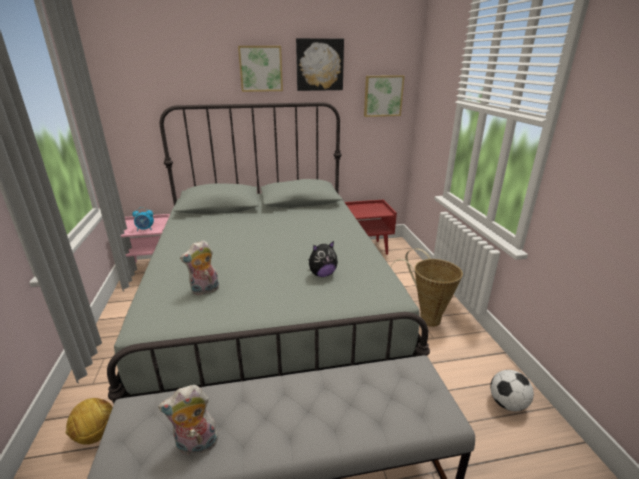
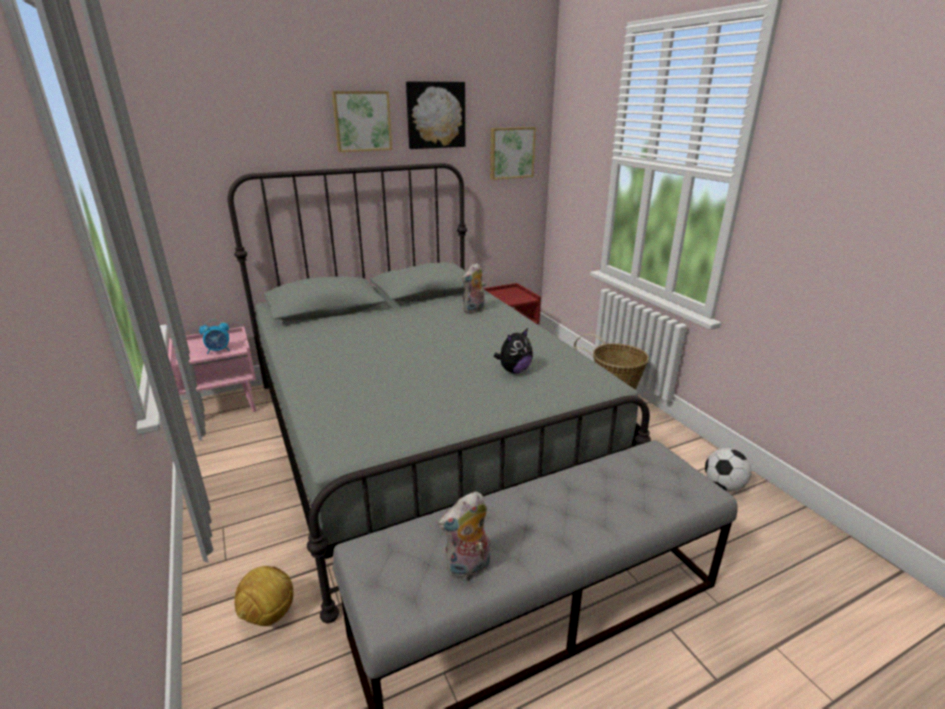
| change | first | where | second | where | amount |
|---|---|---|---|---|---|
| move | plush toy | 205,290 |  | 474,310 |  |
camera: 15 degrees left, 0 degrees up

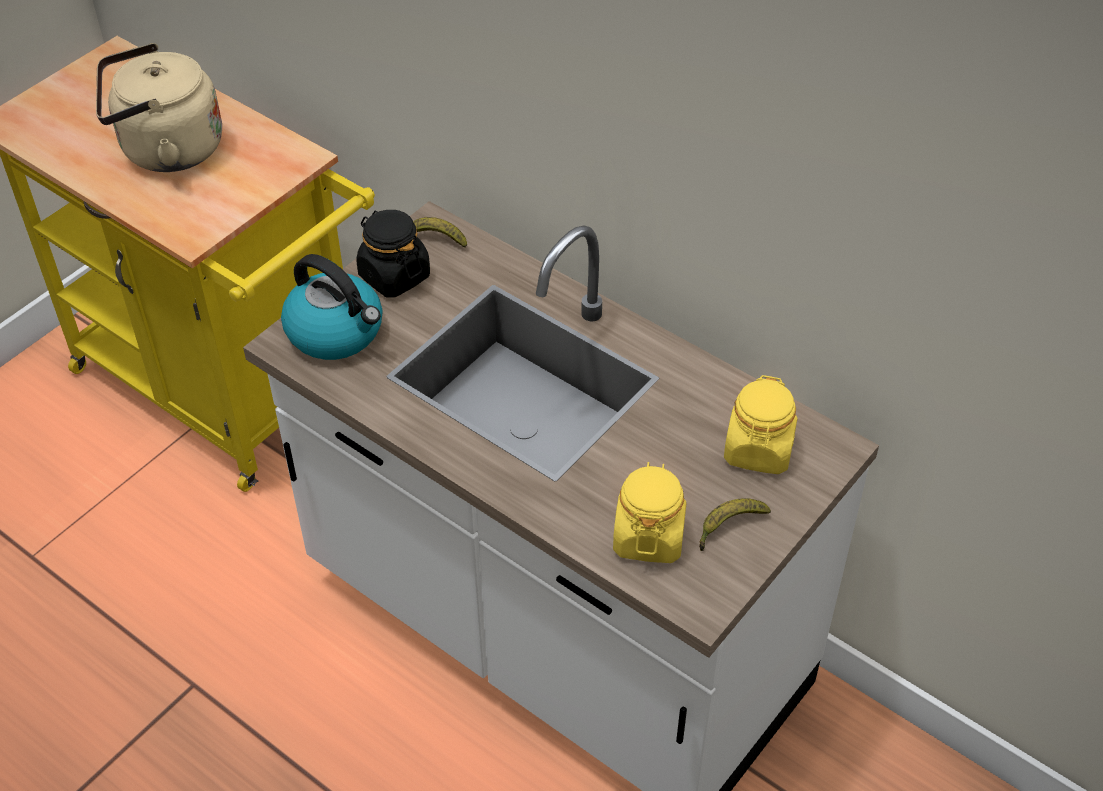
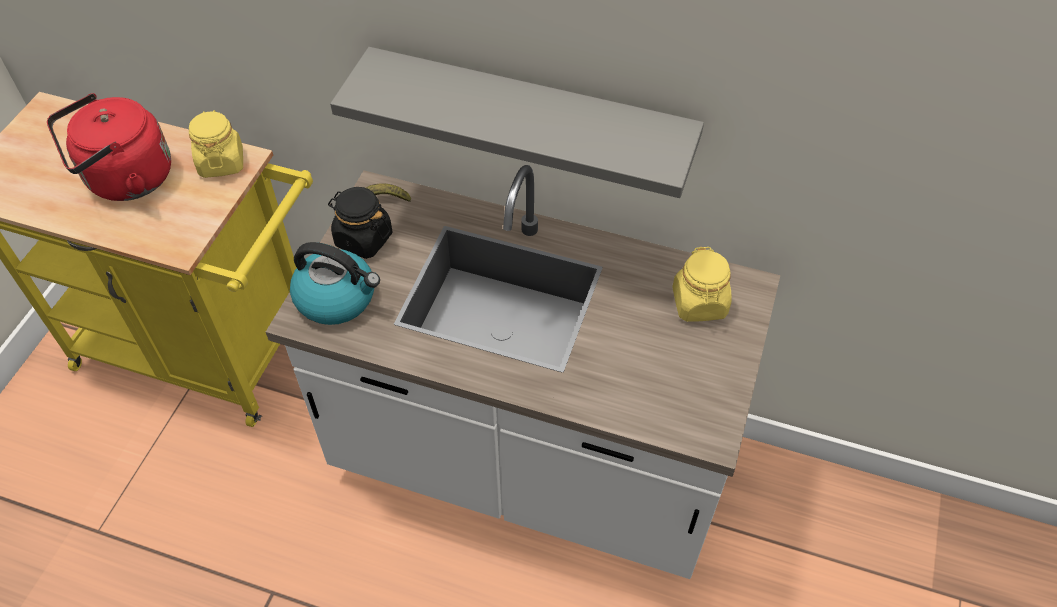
| change | first | where | second | where | amount |
|---|---|---|---|---|---|
| delete | whole banana | 729,526 |  |  |  |
| insert |  |  | gray wall shelf | 530,119 |  |
| move | yellowish preserve jar | 648,536 |  | 221,162 |  |
| recolor | sand-coloured water kettle | 166,150 | reddish water kettle | 125,180 |  |
camera: 20 degrees left, 5 degrees up

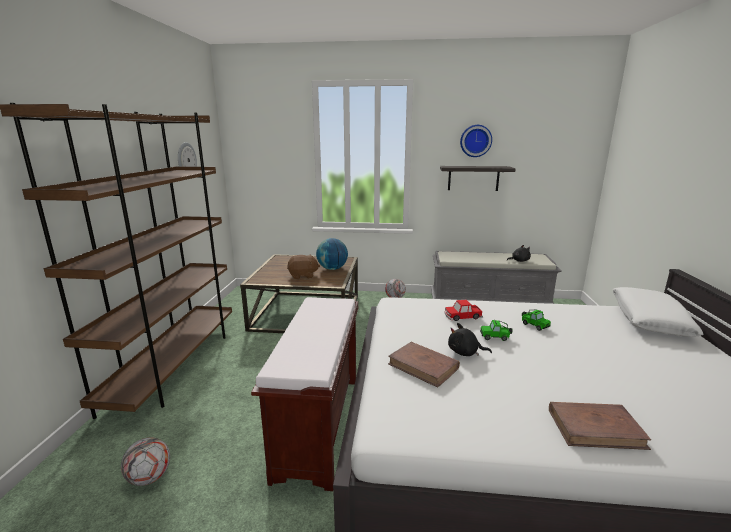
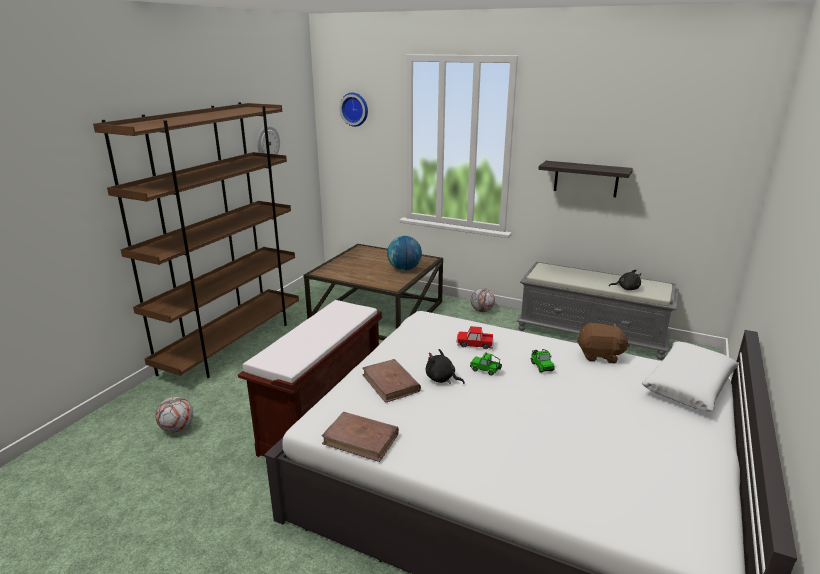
| change | first | where | second | where | amount |
|---|---|---|---|---|---|
| move | brown-coloured plush toy | 303,276 |  | 600,355 |  |
| move | hanging clock | 475,141 |  | 355,109 |  |
| move | brown-coloured volume | 595,428 |  | 361,439 |  |
camera: 20 degrees right, 5 degrees up

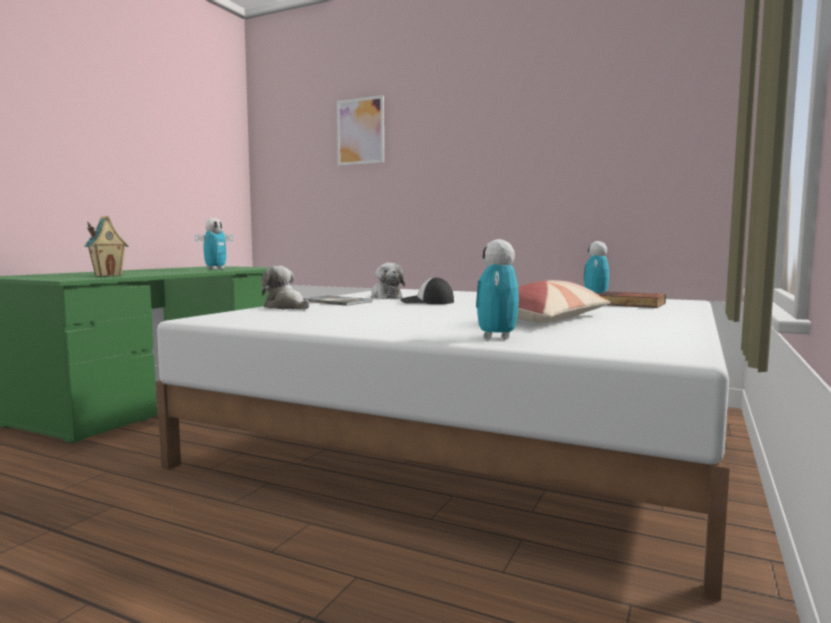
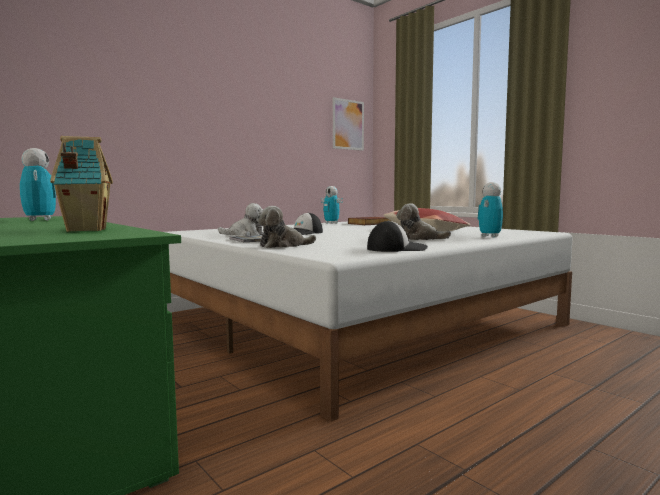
| change | first | where | second | where | amount |
|---|---|---|---|---|---|
| insert |  |  | baseball cap | 396,249 |  |
| insert |  |  | plush toy | 419,238 |  |
| move | picture | 360,131 |  | 348,124 |  |
| rotate | model robot | 496,337 |  | 489,236 | 90 degrees clockwise |
camera: 65 degrees left, 0 degrees up

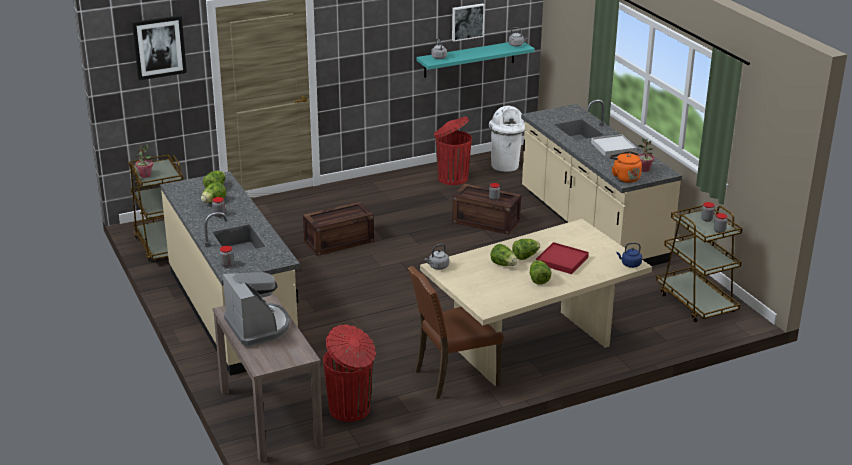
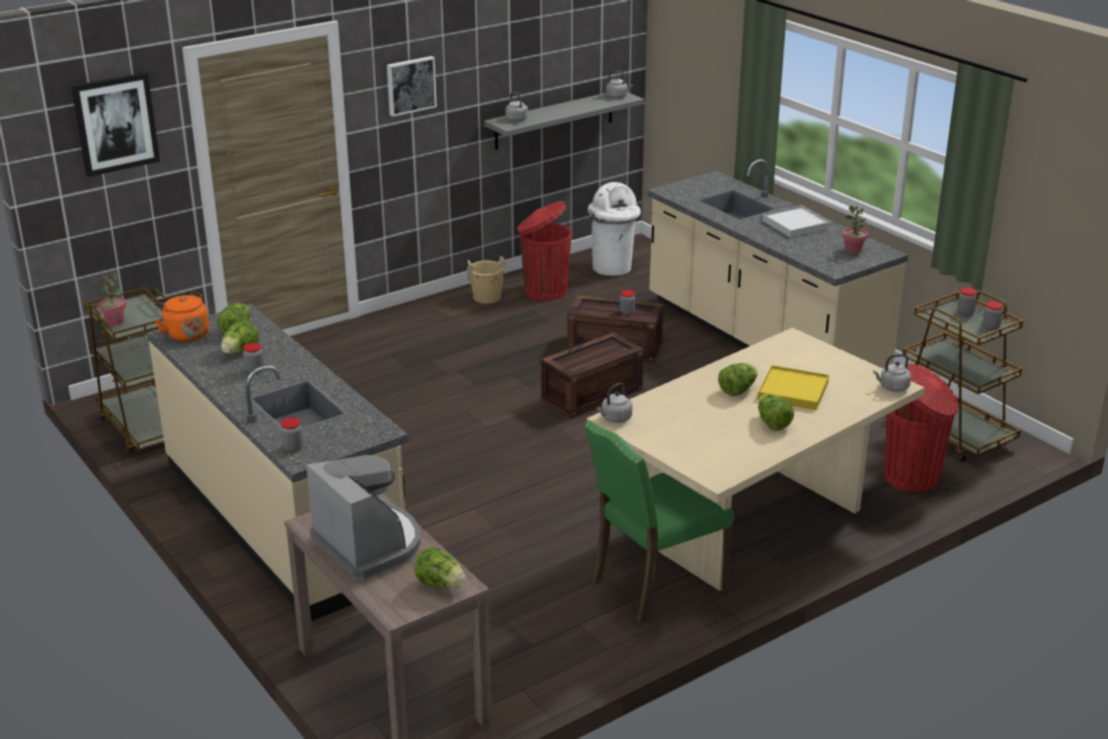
| change | first | where | second | where | amount |
|---|---|---|---|---|---|
| insert |  |  | sand-coloured bucket | 487,297 |  |
| move | shipping crate | 339,241 |  | 592,393 |  |
| move | reddish waste bin | 351,410 |  | 913,477 |  |
| move | picture | 467,21 |  | 410,85 |  |
| move | lettuce head | 503,265 |  | 440,584 |  |
| move | orange-coloured water kettle | 624,178 |  | 185,334 |  |
| recolor | brown-coloured plain chair | 454,377 | greenish plain chair | 654,585 |  |
| recolor | blue-green wall shelf | 469,59 | gray wall shelf | 554,120 |  |
| recolor | reddish serving tray | 562,260 | yellowish serving tray | 793,391 |  |
| recolor | blue-coloured water kettle | 630,264 | gray water kettle | 892,387 |  |
camera: 10 degrees left, 0 degrees up

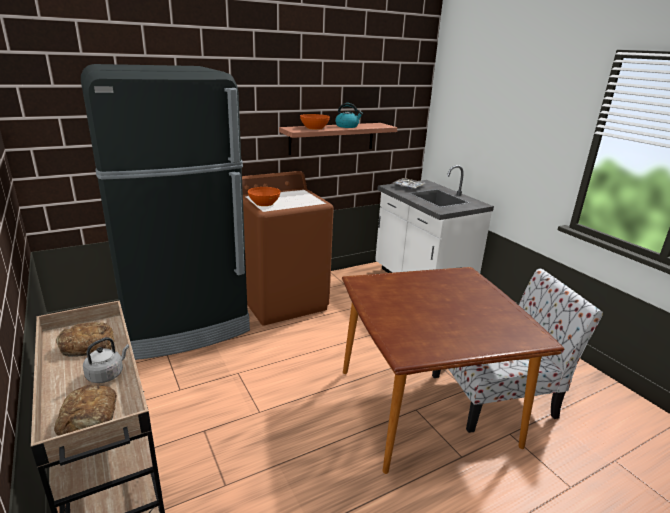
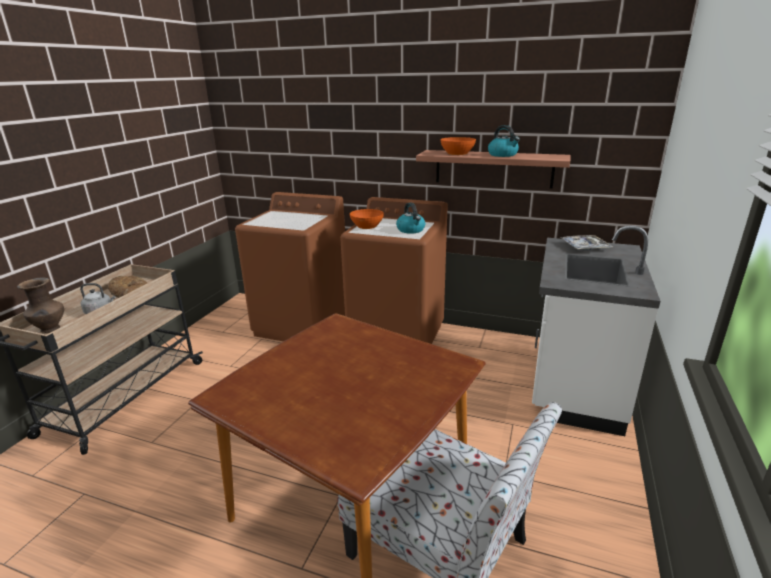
| change | first | where | second | where | amount |
|---|---|---|---|---|---|
| insert |  |  | water kettle | 411,230 |  |
| replace | baked bread | 89,418 | brown-coloured flower vase | 50,329 |  |
| replace | blackish kitchen fridge | 186,325 | brown-coloured laundry machine | 303,324 |  |
camera: 50 degrees right, 0 degrees up

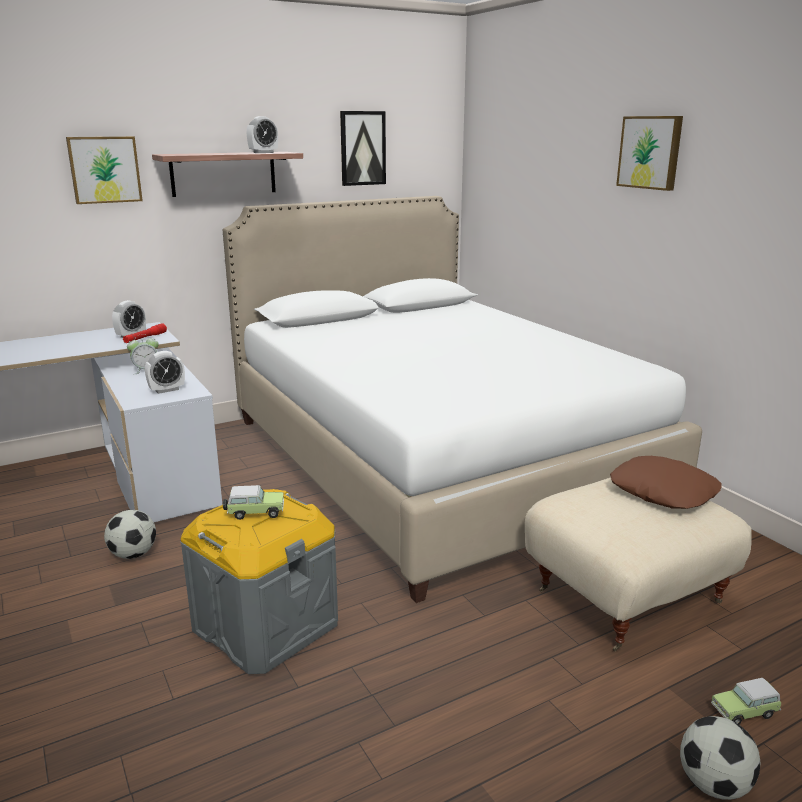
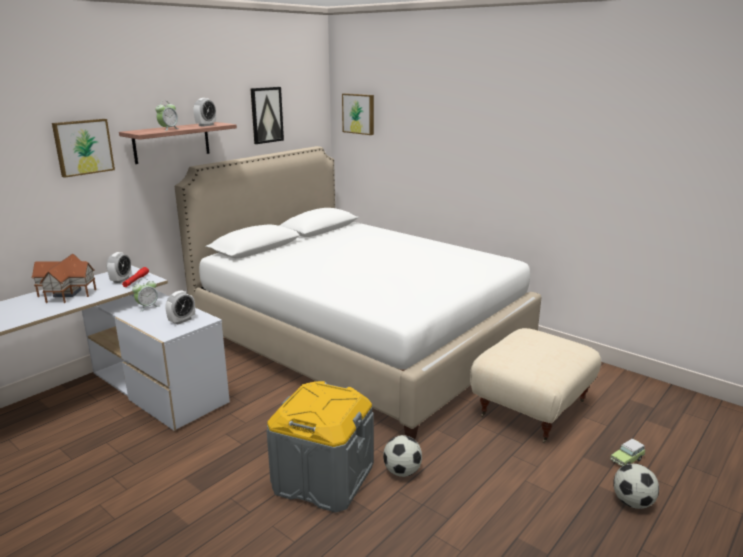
| change | first | where | second | where | amount |
|---|---|---|---|---|---|
| delete | toy car | 254,513 |  |  |  |
| delete | brown-coloured pillow | 663,492 |  |  |  |
| insert |  |  | miniature house | 67,293 |  |
| insert |  |  | table clock | 168,129 |  |
| move | ball for football | 133,554 |  | 402,471 |  |
| move | picture | 650,152 |  | 359,113 |  |
camera: 20 degrees left, 0 degrees up

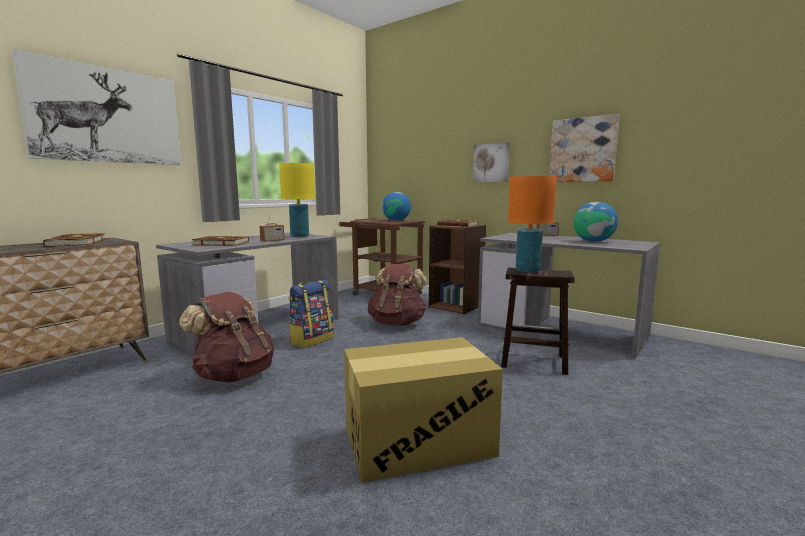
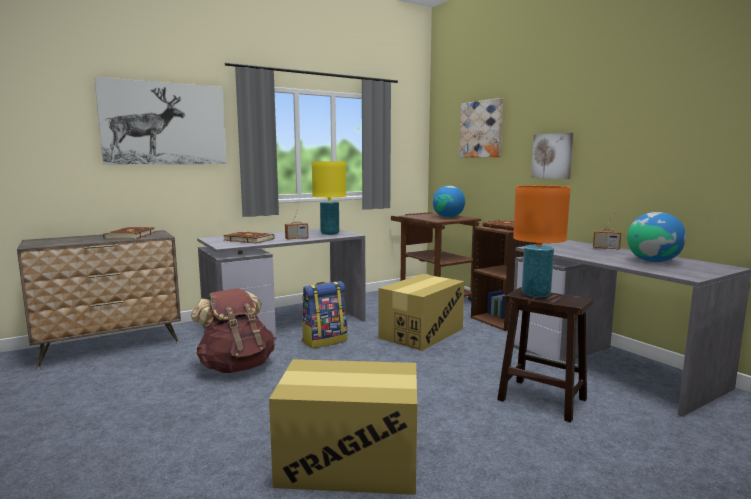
| change | first | where | second | where | amount |
|---|---|---|---|---|---|
| move | picture | 583,150 |  | 481,129 |  |
| replace | brown-coloured knapsack | 397,323 | packing box | 421,333 |  |
camera: 20 degrees right, 0 degrees up

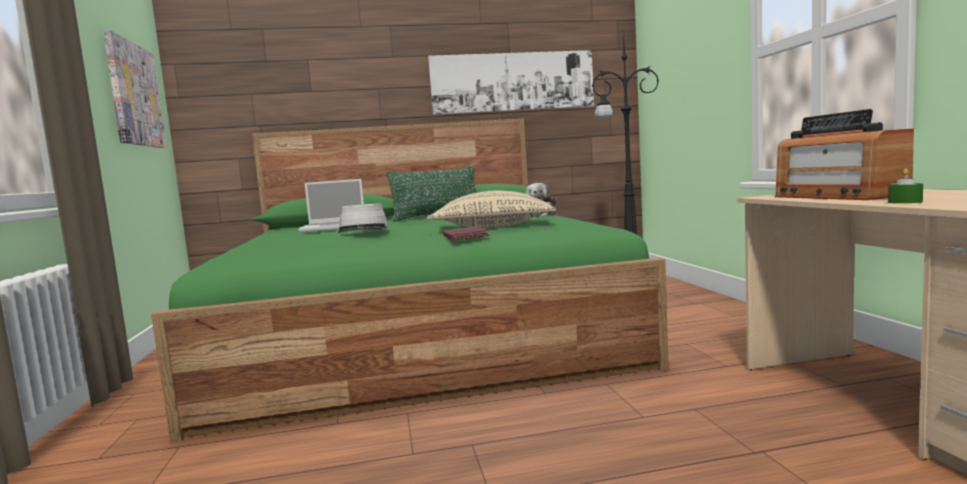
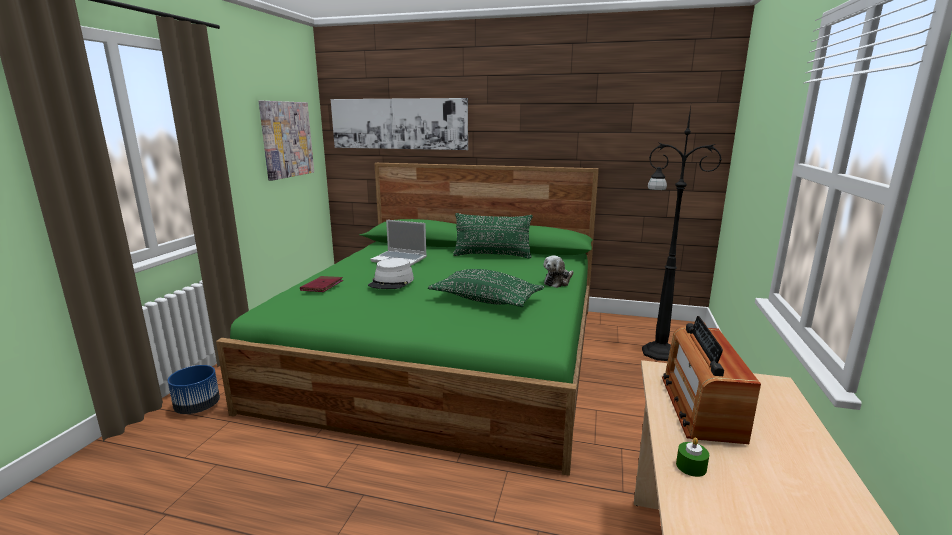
| change | first | where | second | where | amount |
|---|---|---|---|---|---|
| insert |  |  | blue-coloured flower pot | 198,408 |  |
| move | picture | 513,82 |  | 398,124 |  |
| move | reddish volume | 465,237 |  | 322,286 |  |
| recolor | sand-coloured pillow | 493,226 | greenish pillow | 486,300 |  |
camera: 25 degrees right, 10 degrees up

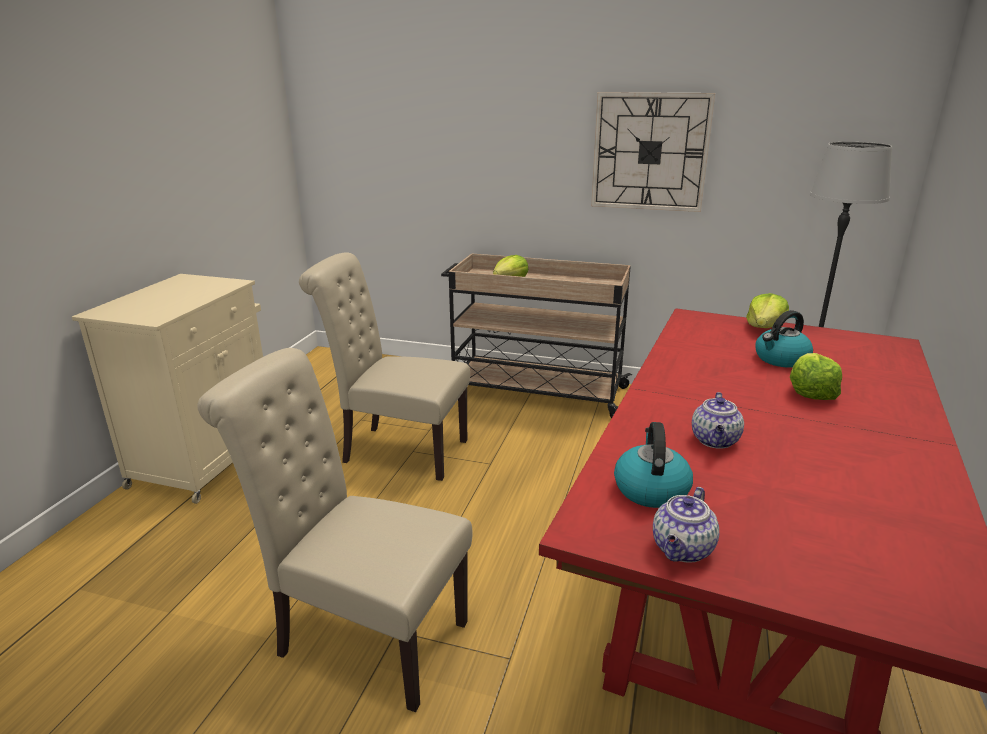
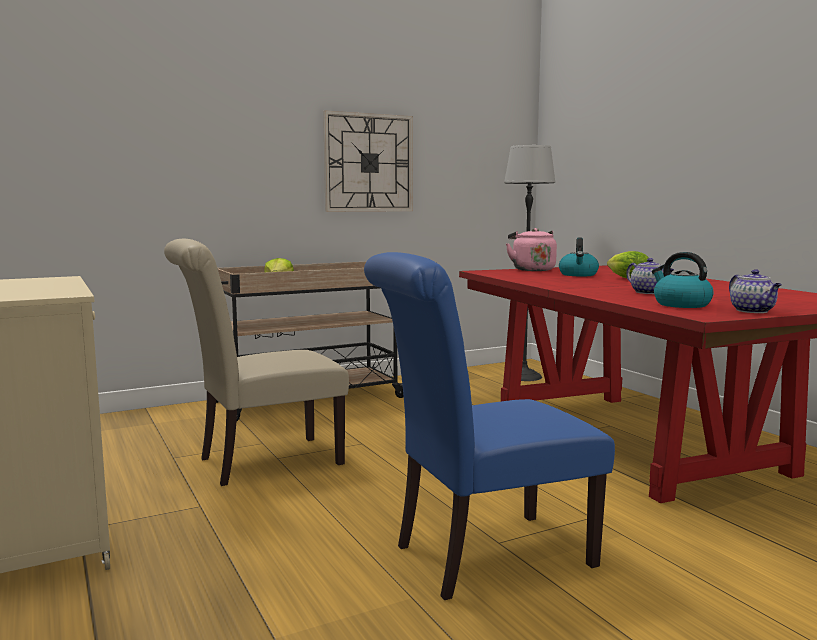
| change | first | where | second | where | amount |
|---|---|---|---|---|---|
| replace | lettuce head | 764,327 | pink-coloured water kettle | 532,269 |  |
| recolor | sand-coloured plain chair | 362,636 | blue-coloured plain chair | 482,557 |  |
camera: 45 degrees left, 15 degrees down

